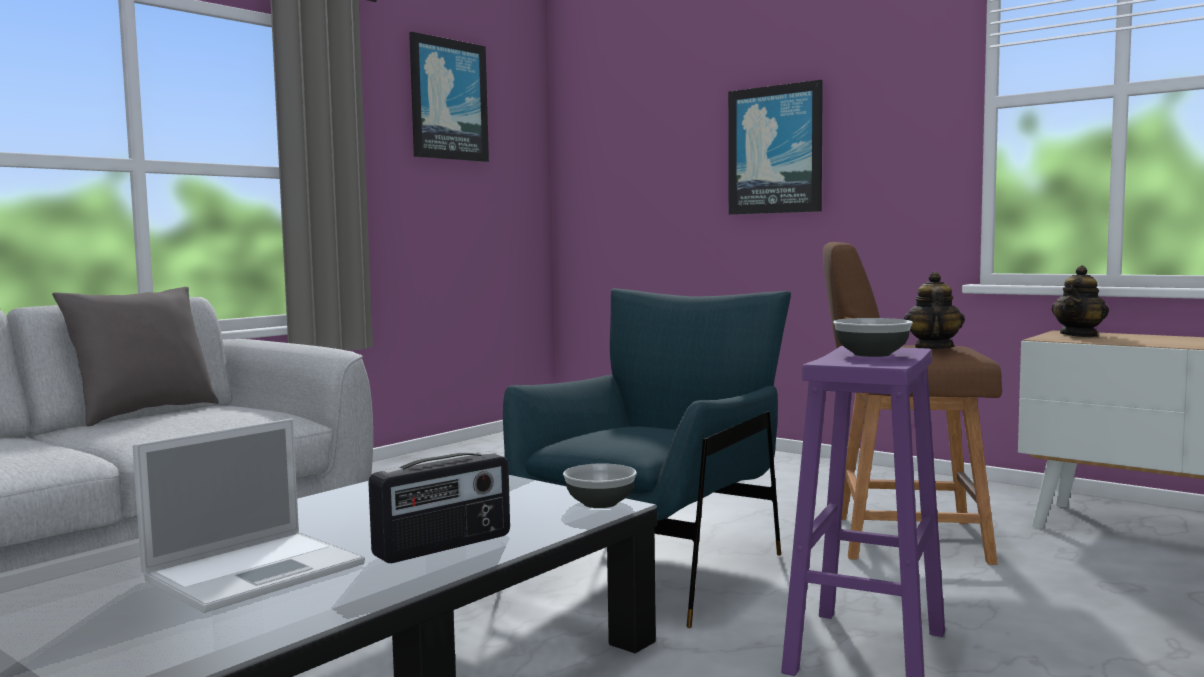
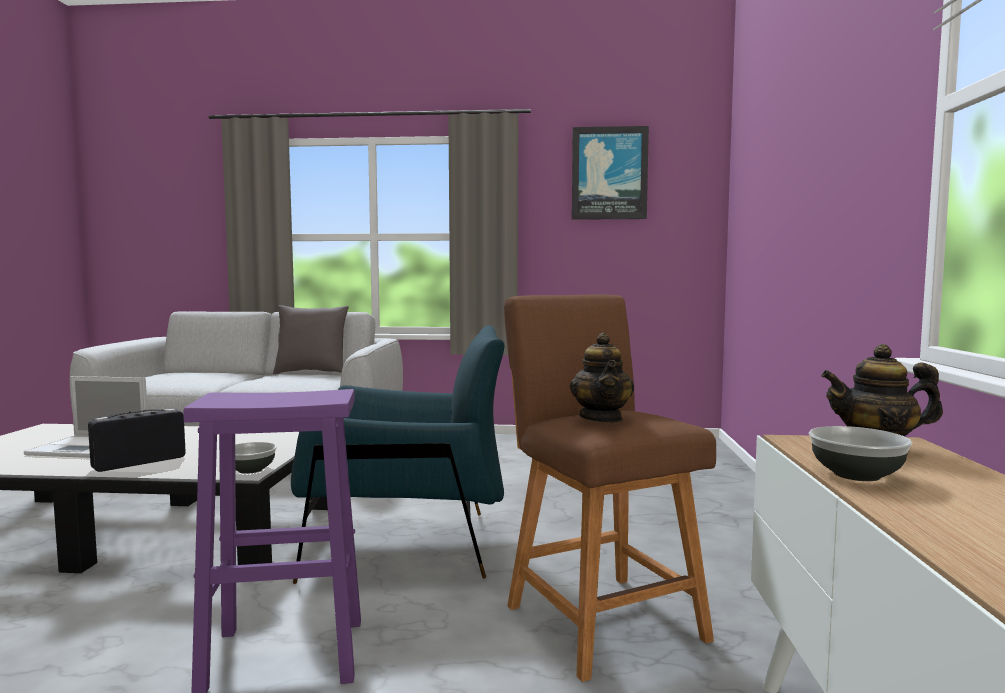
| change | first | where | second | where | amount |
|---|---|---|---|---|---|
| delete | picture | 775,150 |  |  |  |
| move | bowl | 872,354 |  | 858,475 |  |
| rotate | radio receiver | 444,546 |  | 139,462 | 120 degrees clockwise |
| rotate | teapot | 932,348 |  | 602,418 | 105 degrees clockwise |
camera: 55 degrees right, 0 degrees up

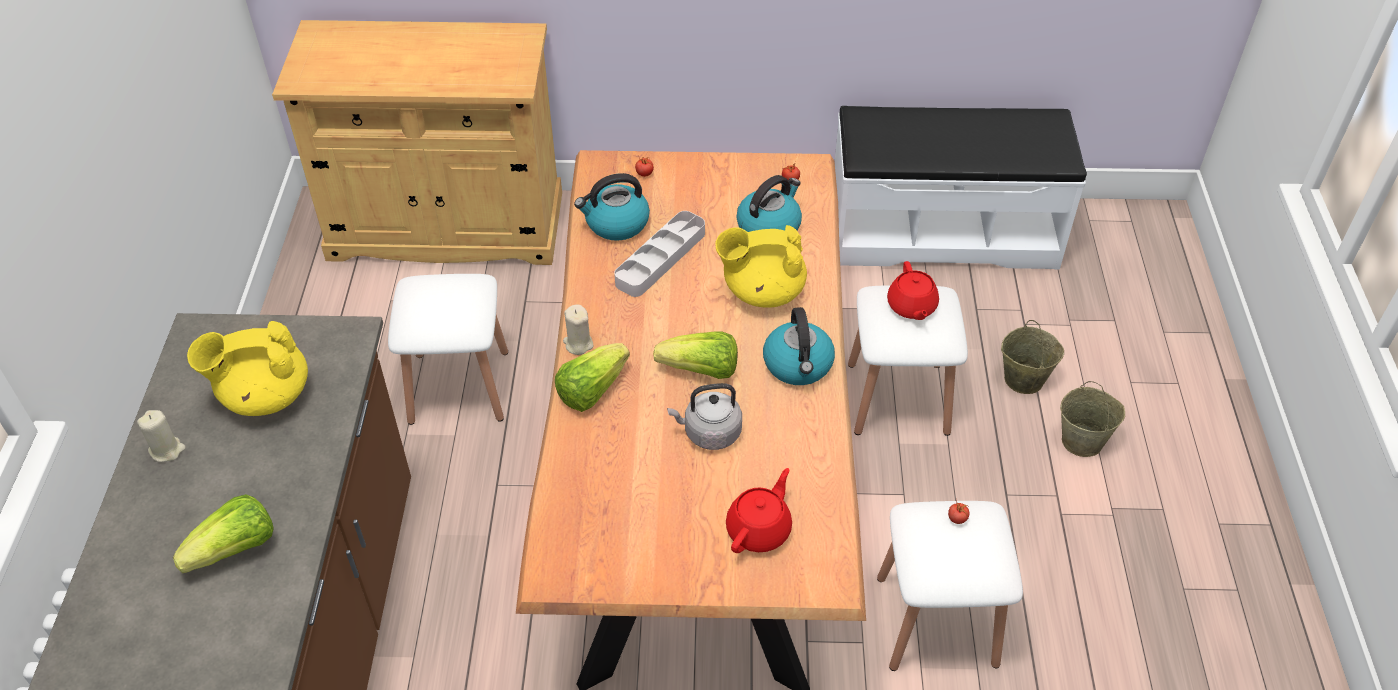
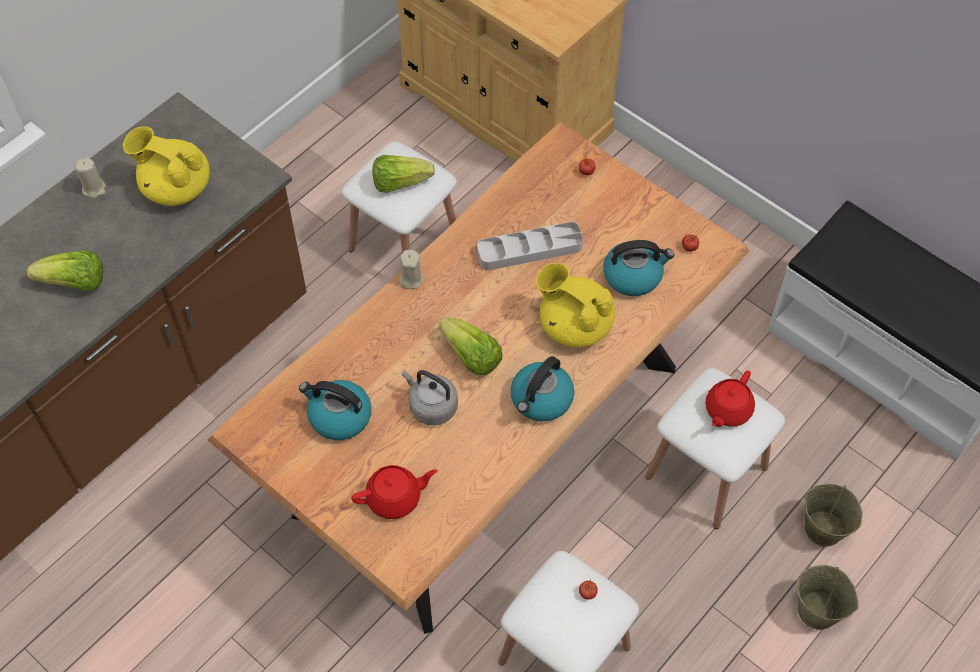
| change | first | where | second | where | amount |
|---|---|---|---|---|---|
| move | lettuce head | 591,390 |  | 400,182 |  |
| move | water kettle | 616,223 |  | 339,417 |  |
camera: 40 degrees right, 10 degrees up

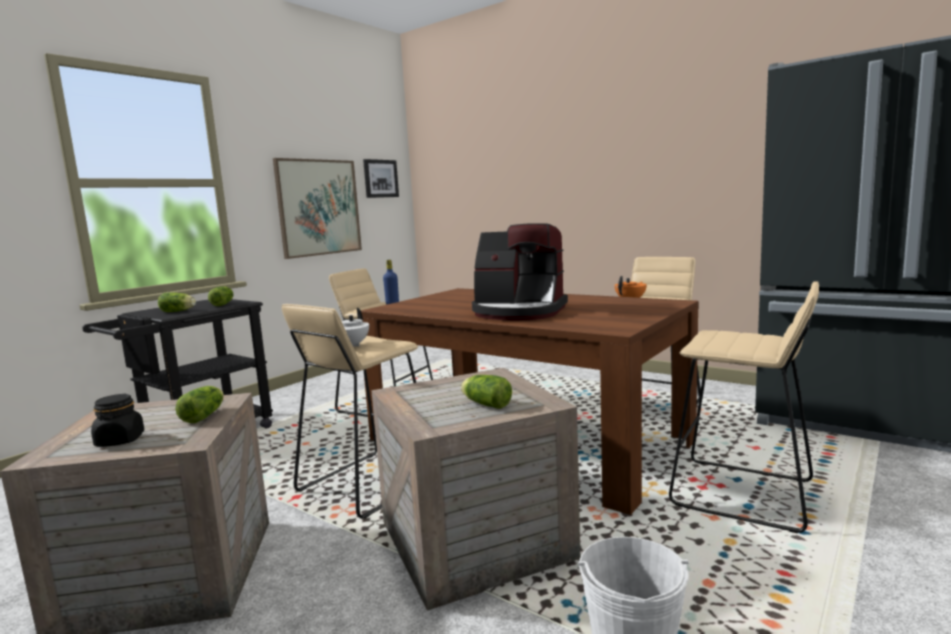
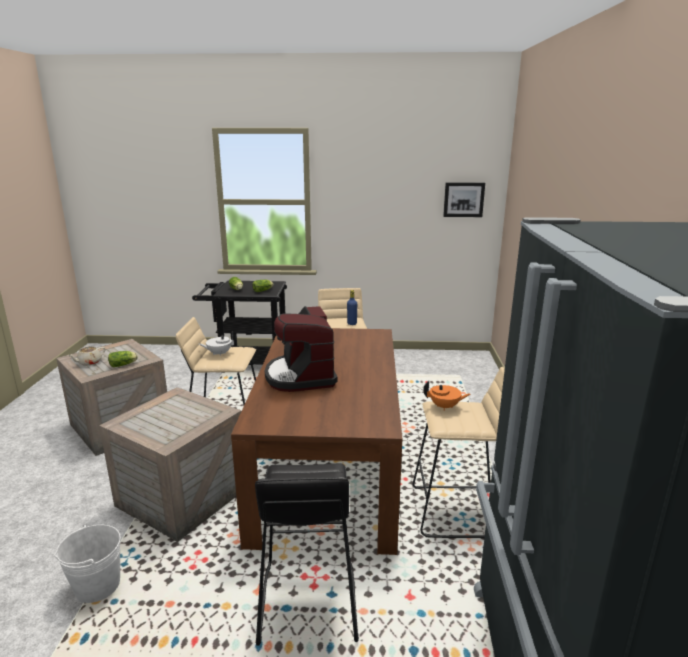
| change | first | where | second | where | amount |
|---|---|---|---|---|---|
| delete | picture | 319,207 |  |  |  |
| delete | lettuce head | 485,404 |  |  |  |
| replace | blackish preserve jar | 120,441 | sand-coloured teapot | 89,362 |  |
| recolor | sand-coloured stool | 743,494 | blackish stool | 307,603 |  |
camera: 55 degrees right, 10 degrees up

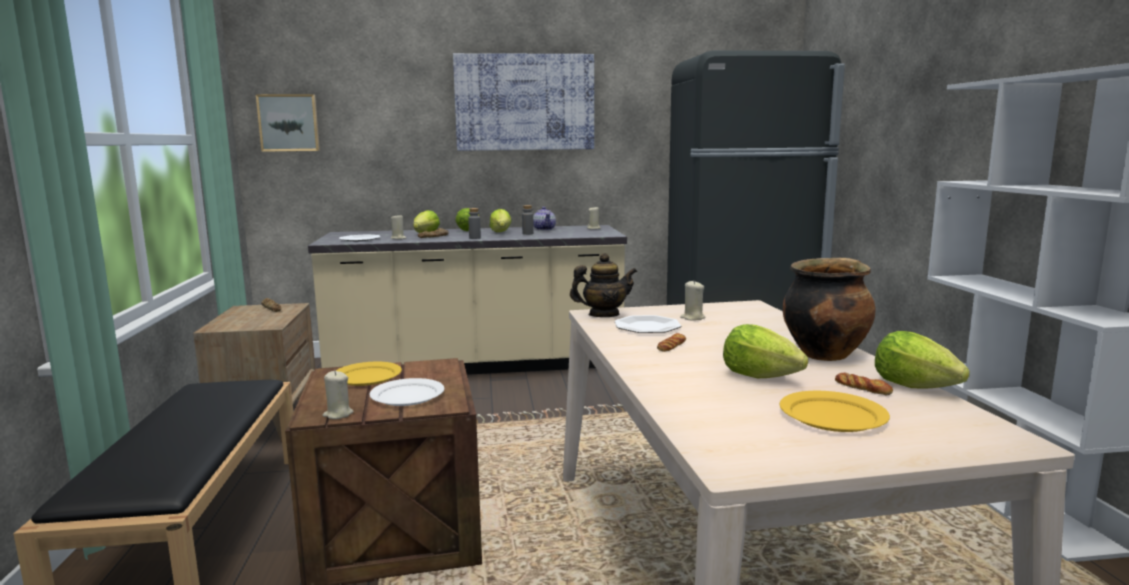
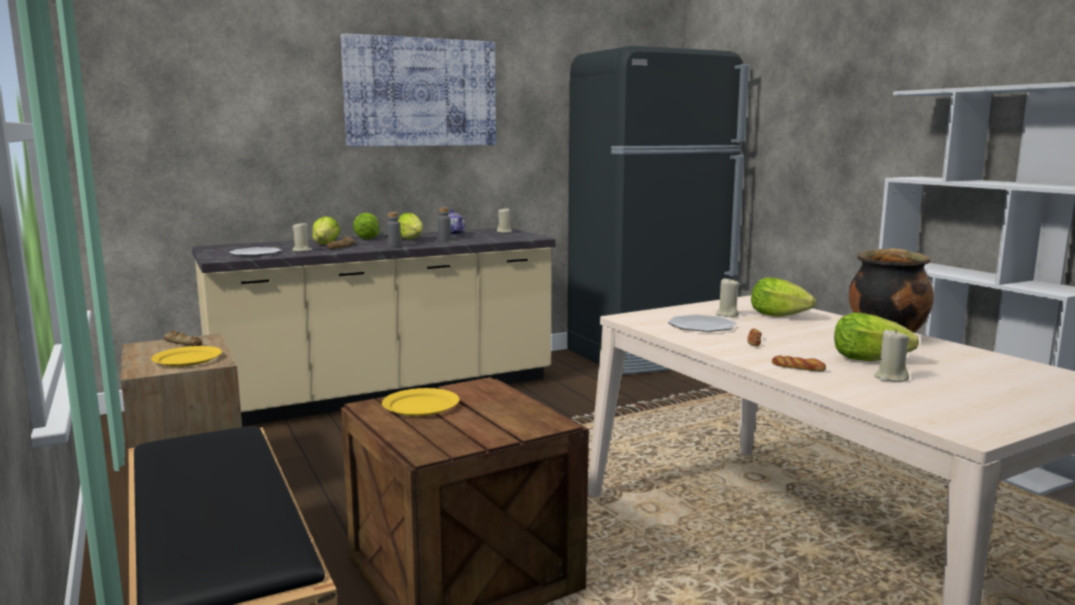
| change | first | where | second | where | amount |
|---|---|---|---|---|---|
| delete | picture | 289,123 |  |  |  |
| delete | white flat dish | 407,395 |  |  |  |
| delete | teapot | 603,315 |  |  |  |
| move | sand-coloured wax candle | 338,414 |  | 890,378 |  |
| move | yellowish flat dish | 832,416 |  | 186,359 |  |
| move | baked bread | 862,388 |  | 798,368 |  |
| move | lettuce head | 914,386 |  | 778,316 |  |
camera: 20 degrees left, 0 degrees up

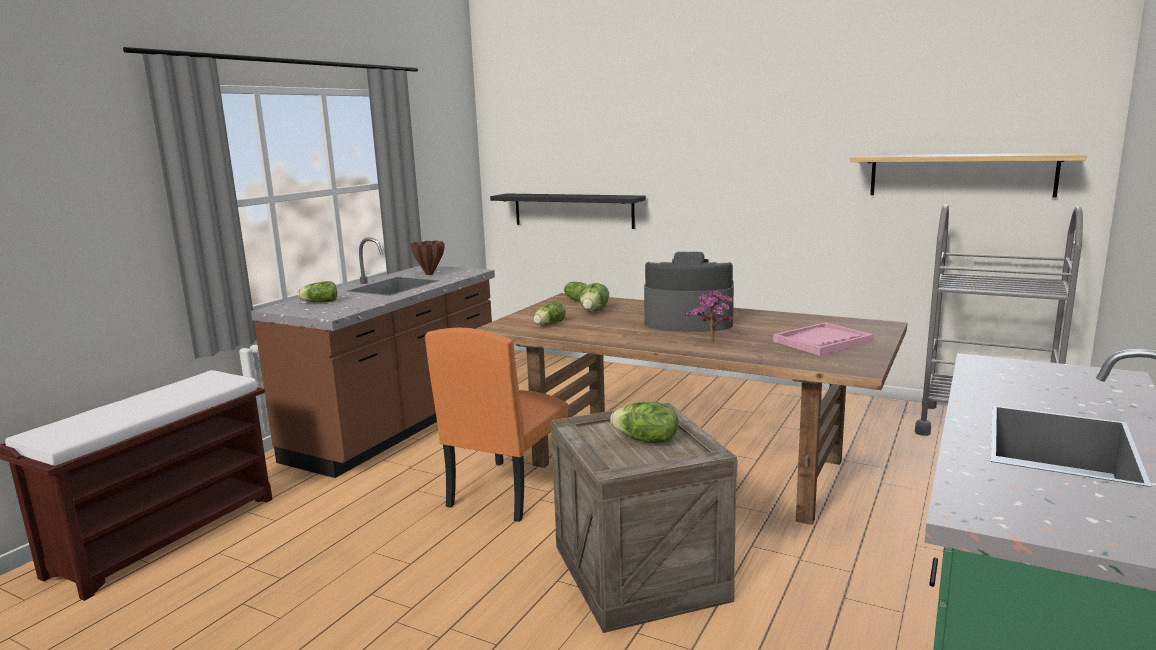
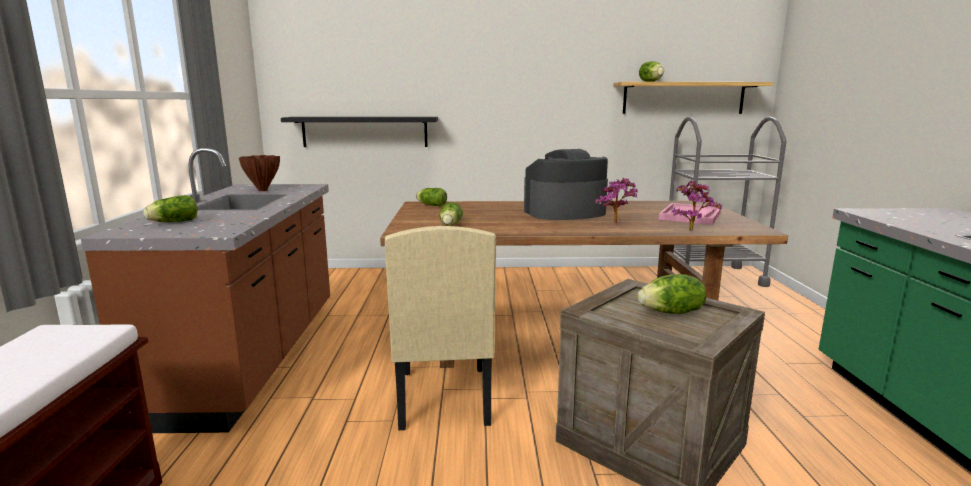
| change | first | where | second | where | amount |
|---|---|---|---|---|---|
| insert |  |  | houseplant | 691,230 |  |
| move | lettuce head | 595,311 |  | 651,82 |  |
| recolor | orange-coloured plain chair | 507,490 | sand-coloured plain chair | 443,397 |  |
camera: 30 degrees left, 0 degrees up

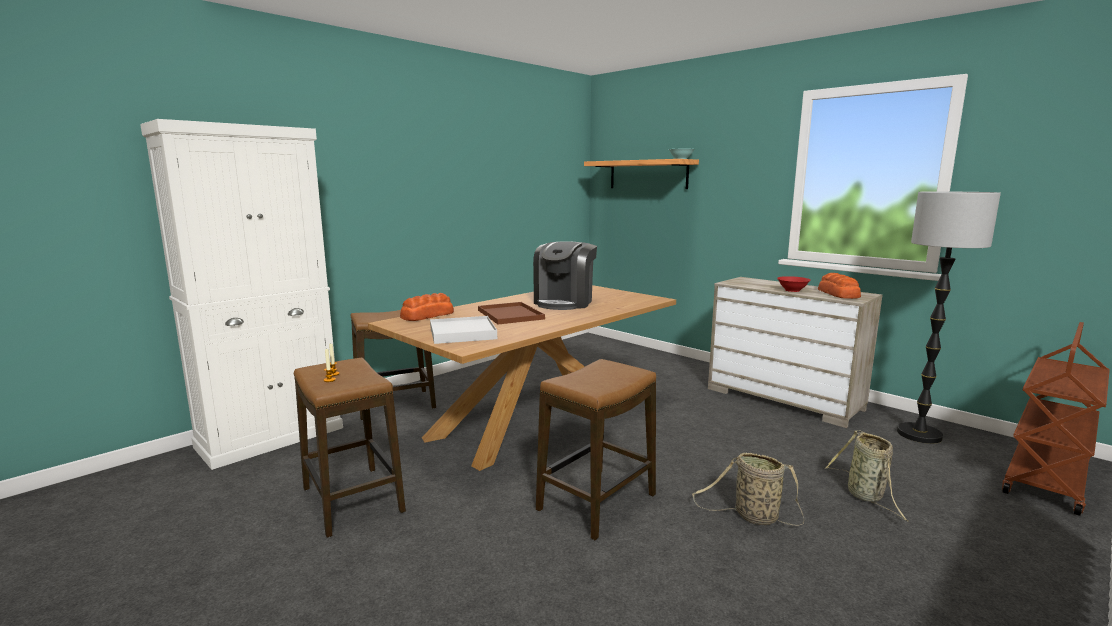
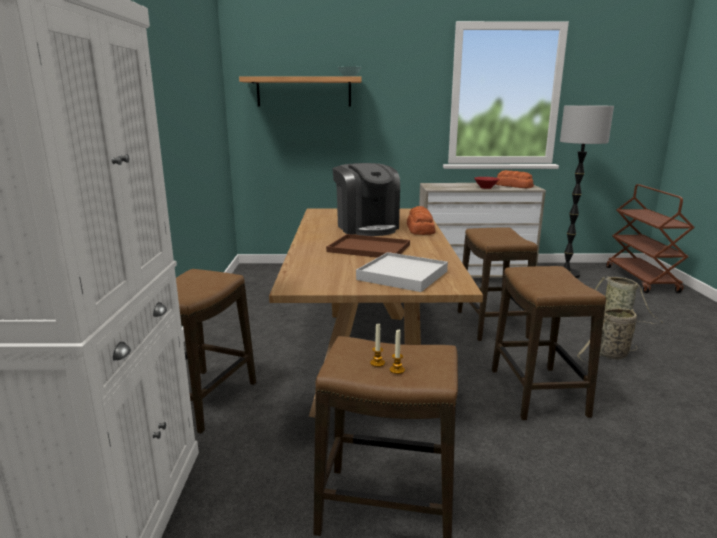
| change | first | where | second | where | amount |
|---|---|---|---|---|---|
| insert |  |  | stool | 492,325 |  |
| move | baked bread | 426,315 |  | 420,229 |  |
camera: 45 degrees left, 5 degrees up

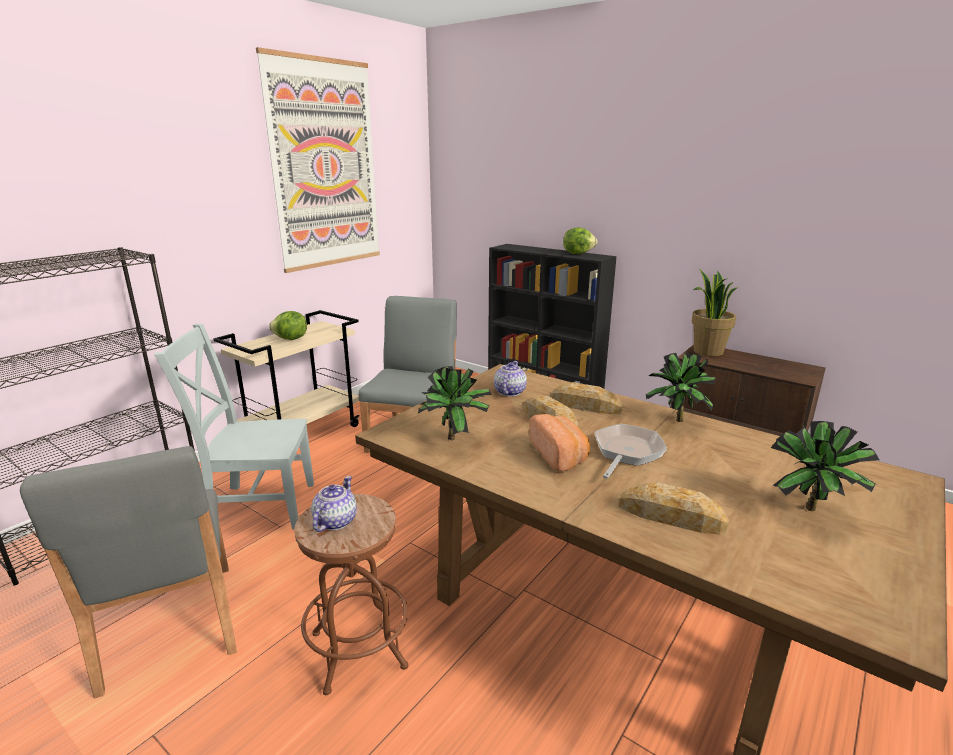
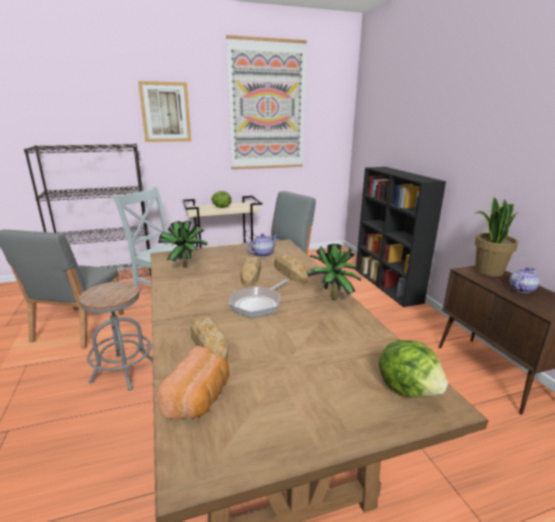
| change | first | where | second | where | amount |
|---|---|---|---|---|---|
| delete | houseplant | 812,512 |  |  |  |
| insert |  |  | picture | 165,112 |  |
| move | teapot | 334,522 |  | 521,289 |  |
| move | baked bread | 560,455 |  | 200,398 |  |
| move | lettuce head | 578,254 |  | 408,388 |  |
| recolor | brown-coloured stool | 359,650 | gray stool | 123,372 |  |
| rotate | frying pan | 626,452 |  | 258,304 | 150 degrees clockwise |
camera: 35 degrees right, 0 degrees up

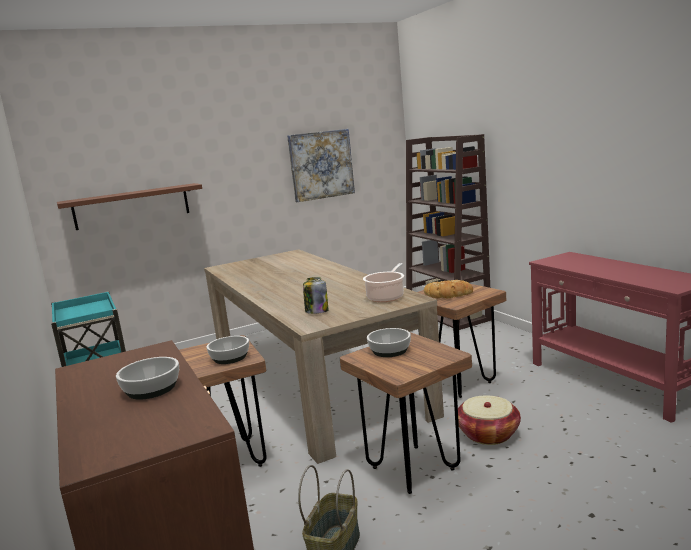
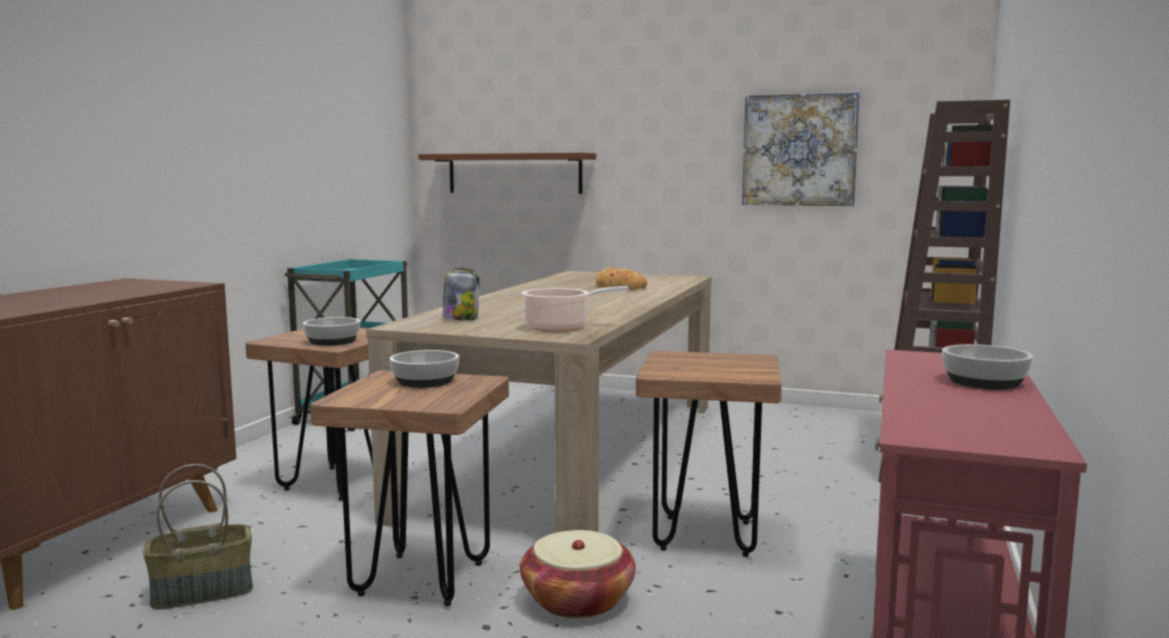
| change | first | where | second | where | amount |
|---|---|---|---|---|---|
| move | bowl | 151,388 |  | 984,381 |  |
| move | baked bread | 448,294 |  | 619,287 |  |
camera: 45 degrees right, 5 degrees down

